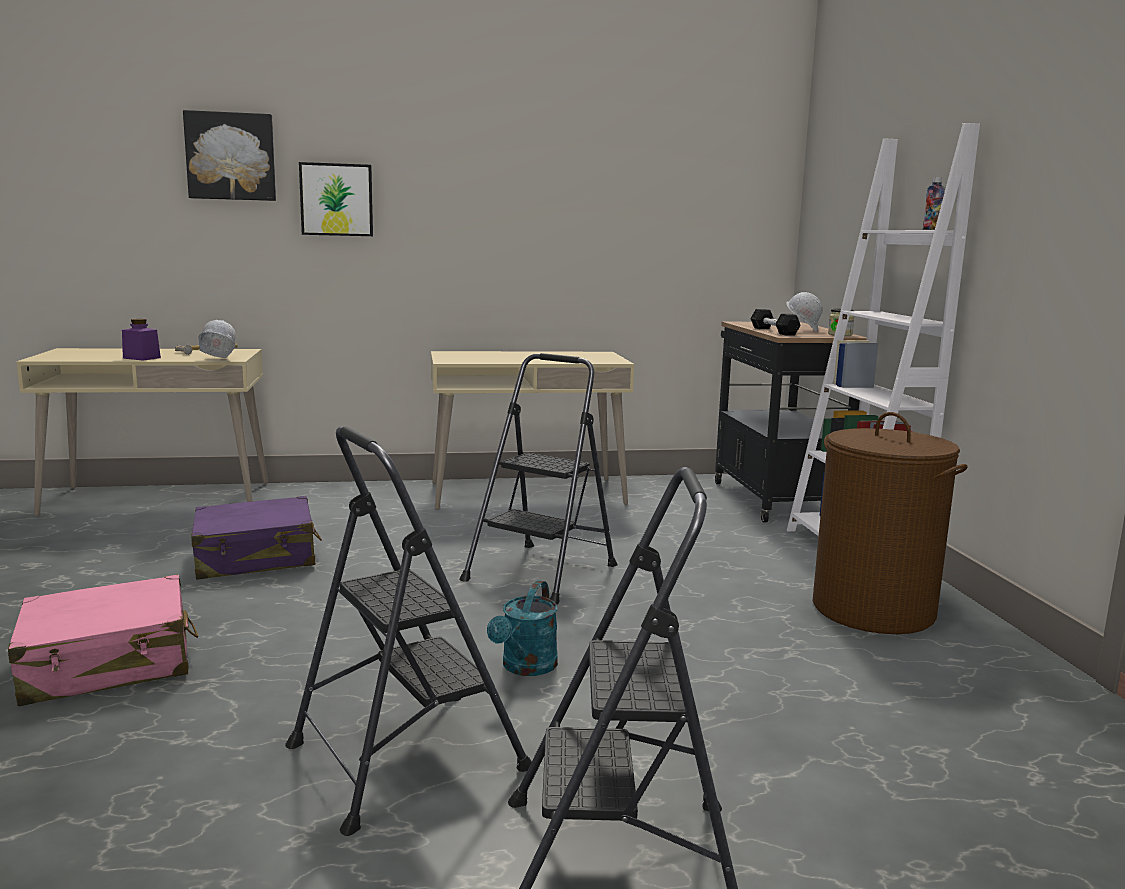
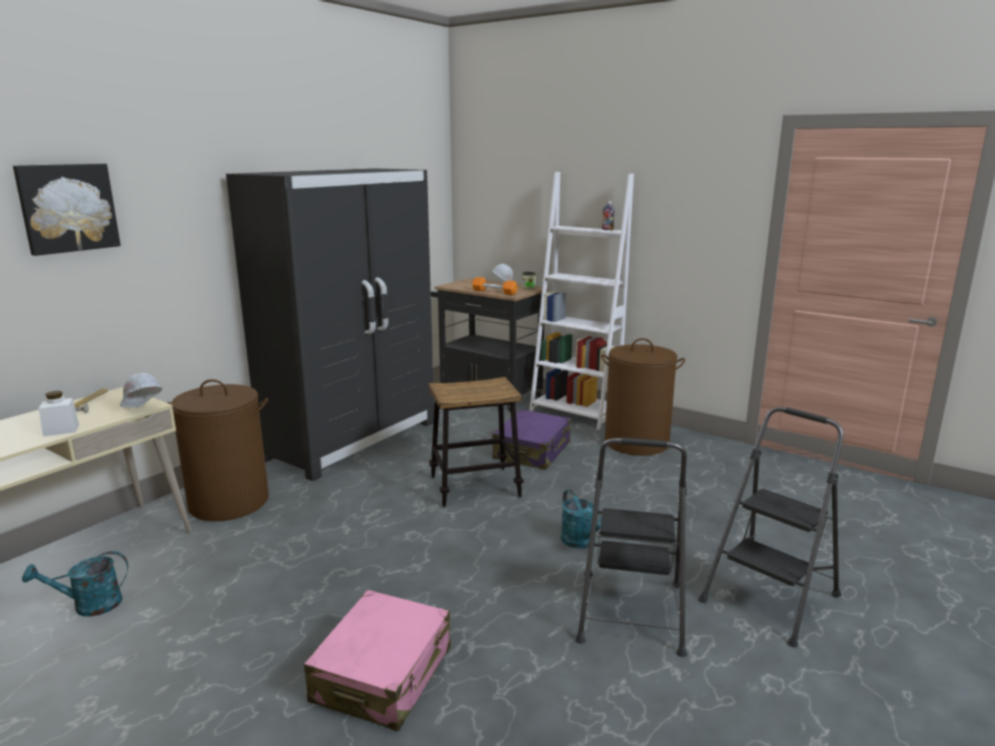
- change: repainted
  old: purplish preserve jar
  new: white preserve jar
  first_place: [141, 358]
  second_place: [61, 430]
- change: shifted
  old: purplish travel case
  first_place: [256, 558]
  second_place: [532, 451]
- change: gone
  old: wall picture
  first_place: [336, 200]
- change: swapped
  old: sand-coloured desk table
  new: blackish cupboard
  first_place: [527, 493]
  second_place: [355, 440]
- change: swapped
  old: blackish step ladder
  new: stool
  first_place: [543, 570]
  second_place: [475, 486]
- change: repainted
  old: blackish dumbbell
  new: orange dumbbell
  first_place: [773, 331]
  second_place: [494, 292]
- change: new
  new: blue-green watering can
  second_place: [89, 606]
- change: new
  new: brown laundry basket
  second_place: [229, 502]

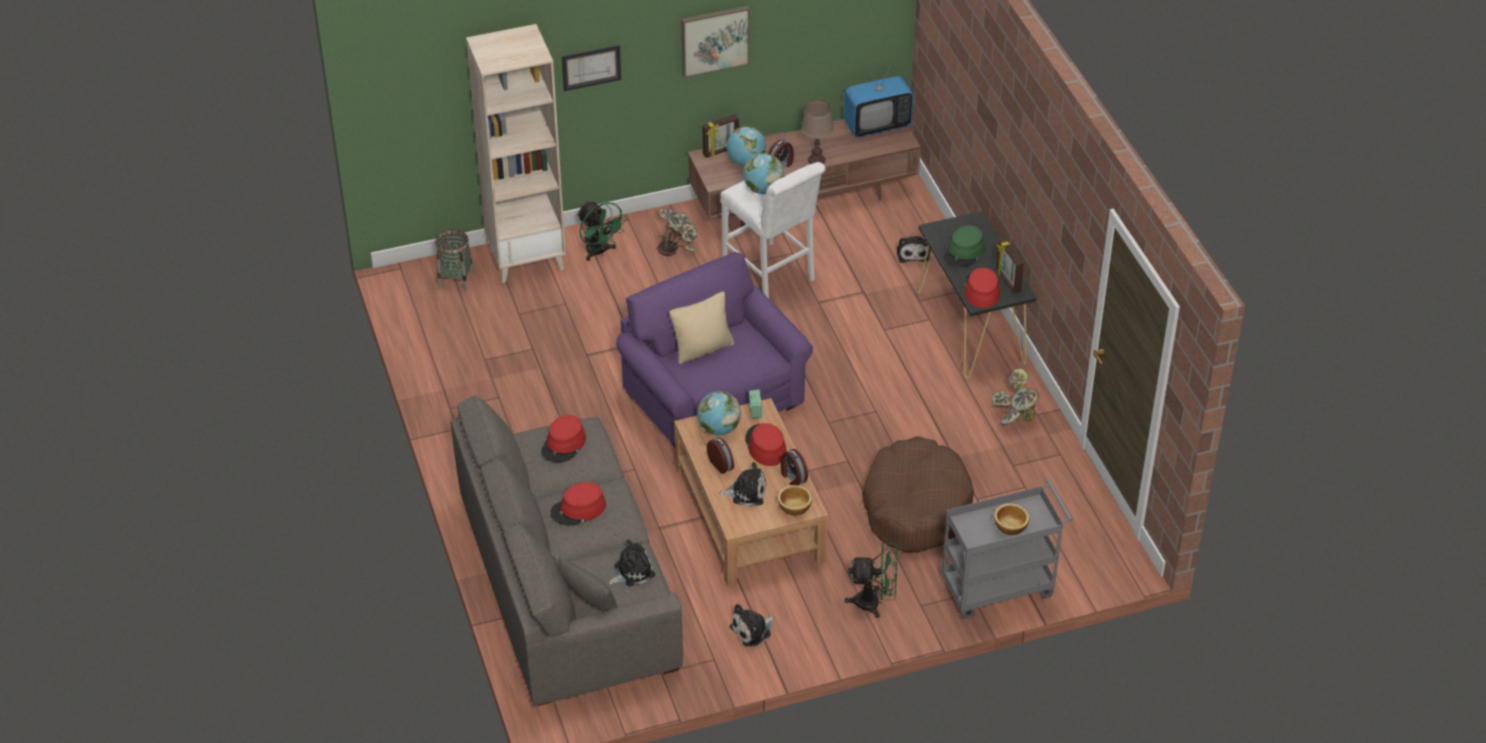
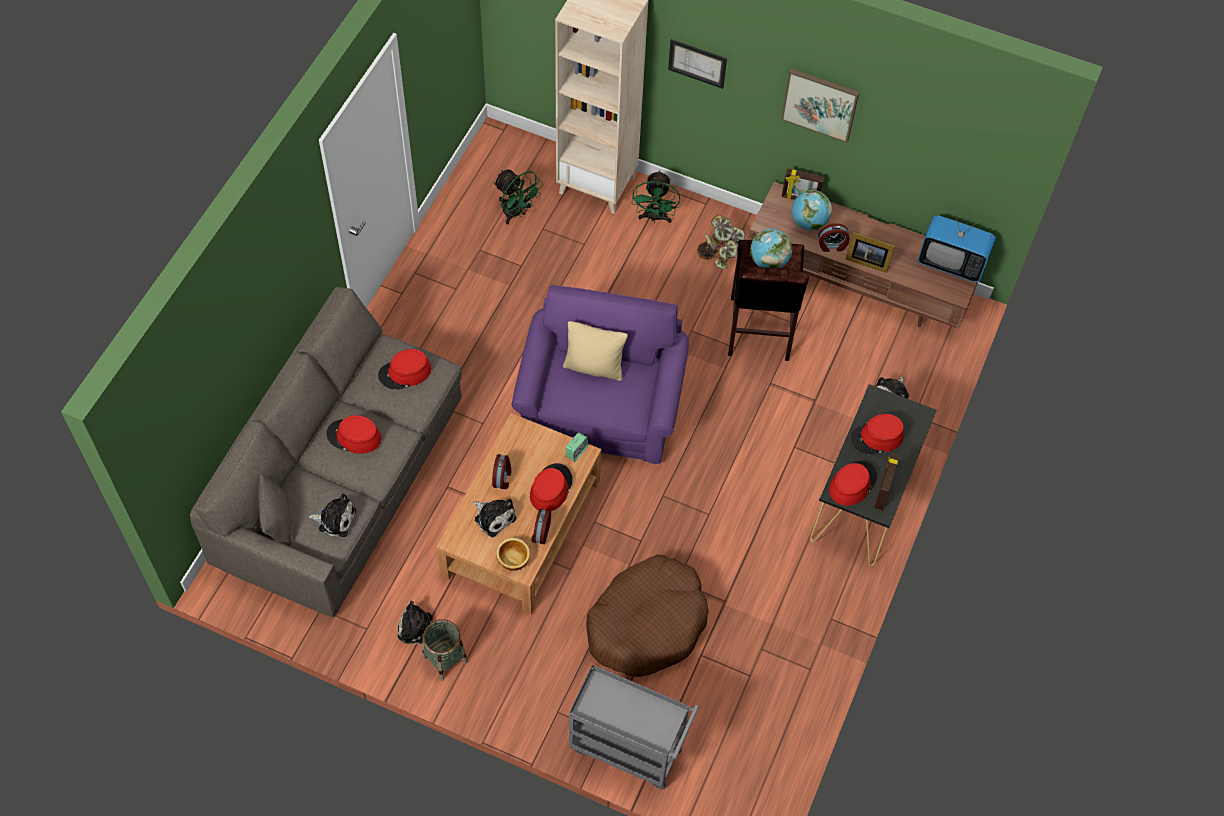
- change: shifted
  old: household basket
  first_place: [456, 279]
  second_place: [445, 659]
- change: gone
  old: globe
  first_place: [718, 429]
- change: repainted
  old: white stool
  new: brown stool
  first_place: [771, 276]
  second_place: [758, 333]
- change: swapped
  old: brown tabletop lamp
  new: photo frame
  first_place: [816, 160]
  second_place: [866, 260]
- change: shifted
  old: greenish cooling fan
  first_place: [874, 602]
  second_place: [516, 213]
- change: repainted
  old: greenish hat
  new: reddish hat
  first_place: [964, 252]
  second_place: [877, 437]
- change: gone
  old: houseplant
  first_place: [1014, 415]
- change: gone
  old: serving bowl
  first_place: [1009, 526]

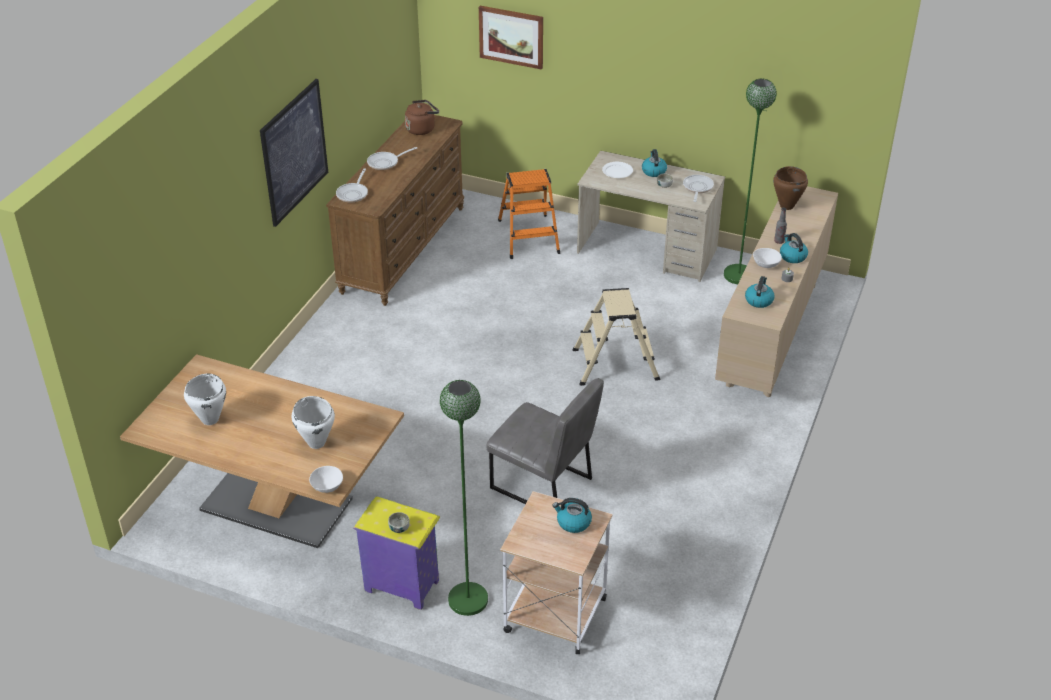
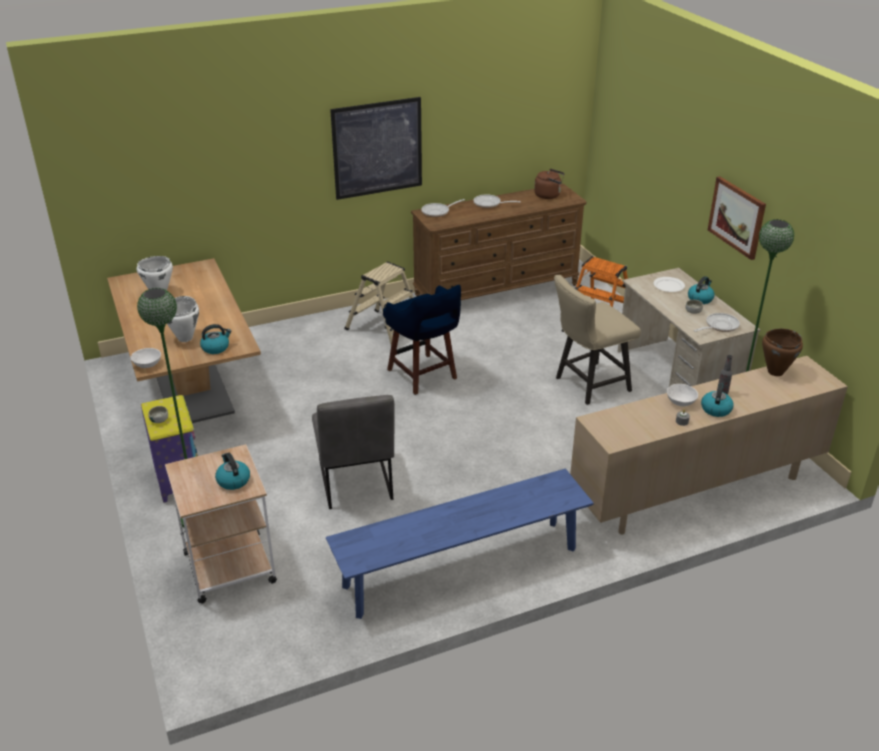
- change: shifted
  old: wall picture
  first_place: [511, 36]
  second_place: [737, 217]
- change: shifted
  old: sand-coloured step ladder
  first_place: [615, 364]
  second_place: [385, 330]
- change: shifted
  old: water kettle
  first_place: [759, 300]
  second_place: [216, 348]
- change: new
  new: blue-coloured long seat
  second_place: [461, 567]
- change: new
  new: blue-coloured stool
  second_place: [423, 376]
- change: new
  new: sand-coloured plain chair
  second_place: [588, 385]

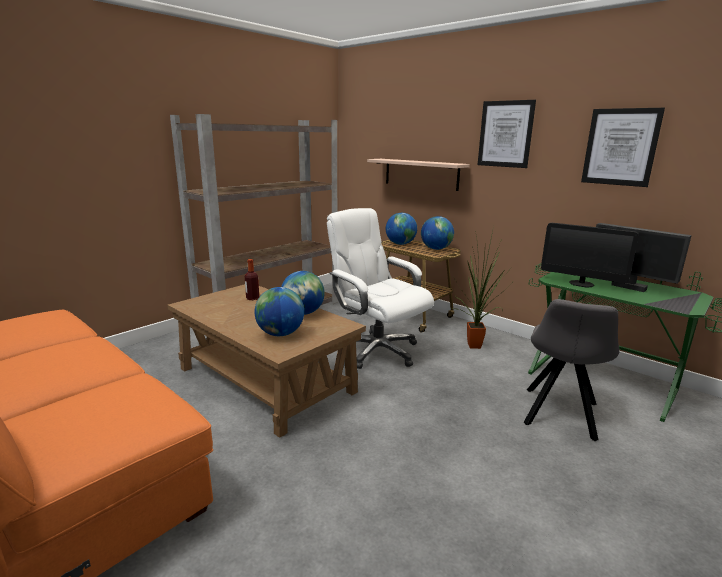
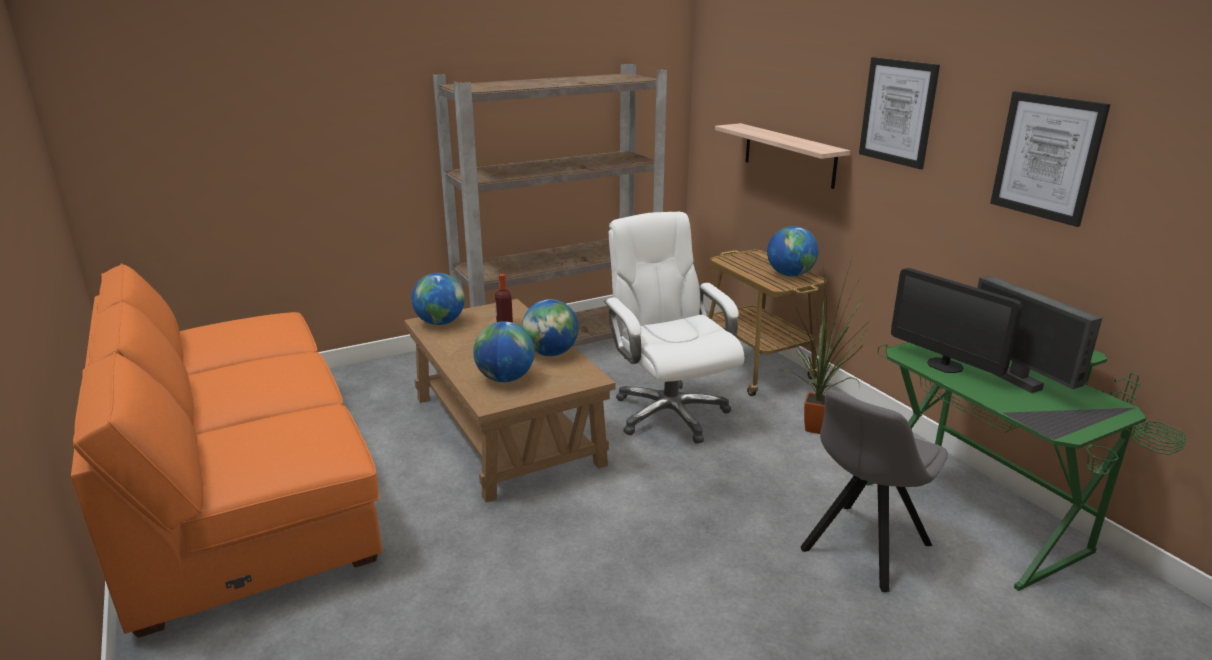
- change: shifted
  old: globe
  first_place: [400, 244]
  second_place: [440, 323]

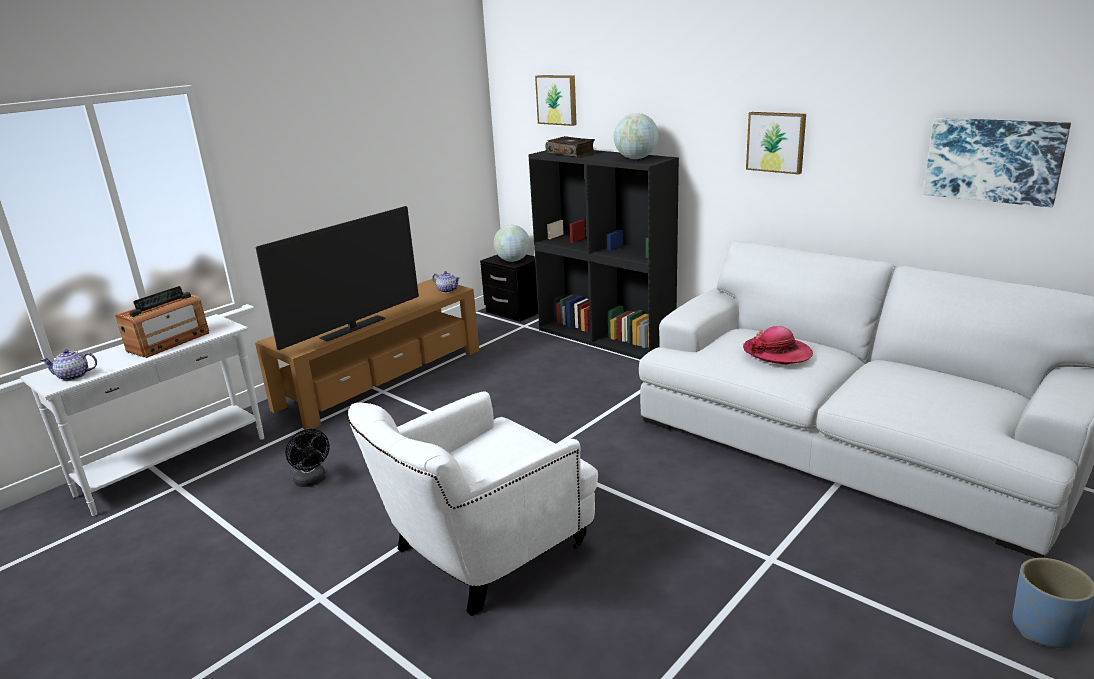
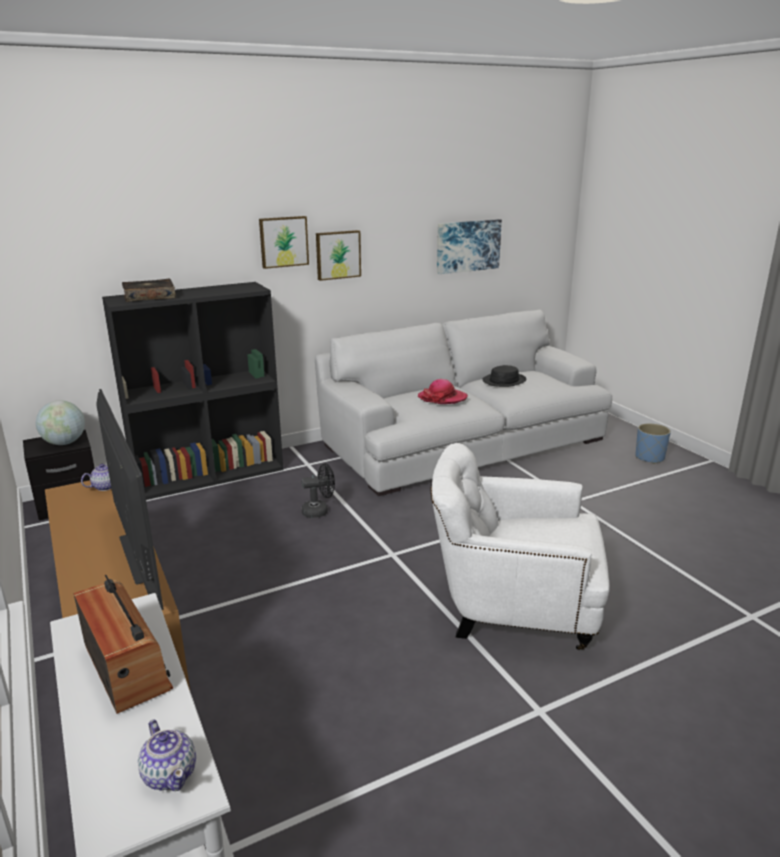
- change: rotated
  old: tea pot
  first_place: [74, 376]
  second_place: [170, 774]
  degrees: -45
- change: shifted
  old: blackish cooling fan
  first_place: [312, 481]
  second_place: [319, 511]
- change: rotated
  old: white easy chair
  first_place: [483, 551]
  second_place: [513, 606]
  degrees: 120
- change: shifted
  old: wall picture
  first_place: [557, 99]
  second_place: [283, 241]
- change: gone
  old: globe
  first_place: [636, 158]
- change: new
  new: blackish hat
  second_place: [504, 381]

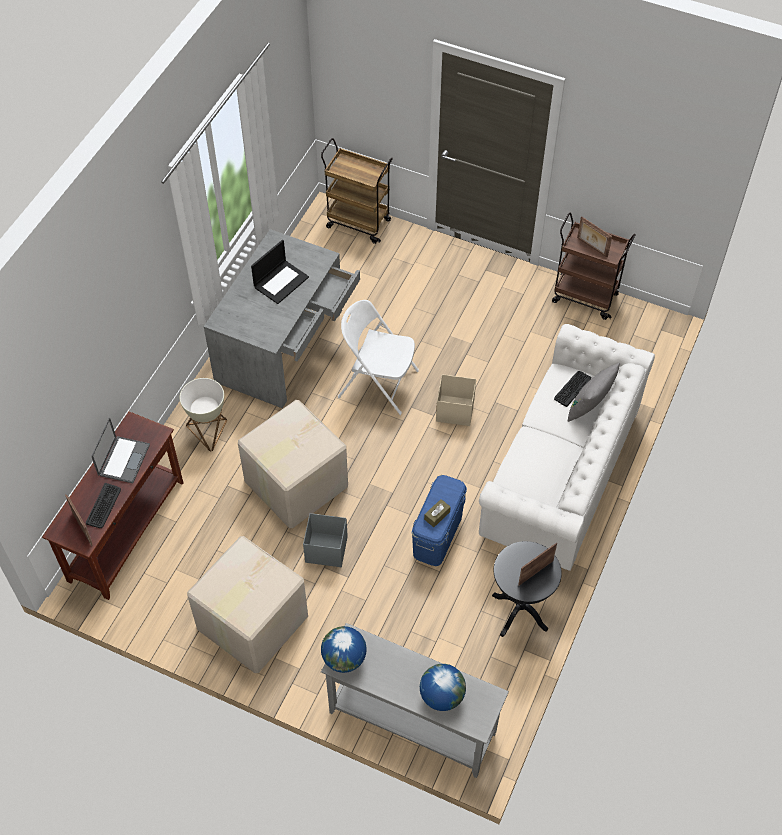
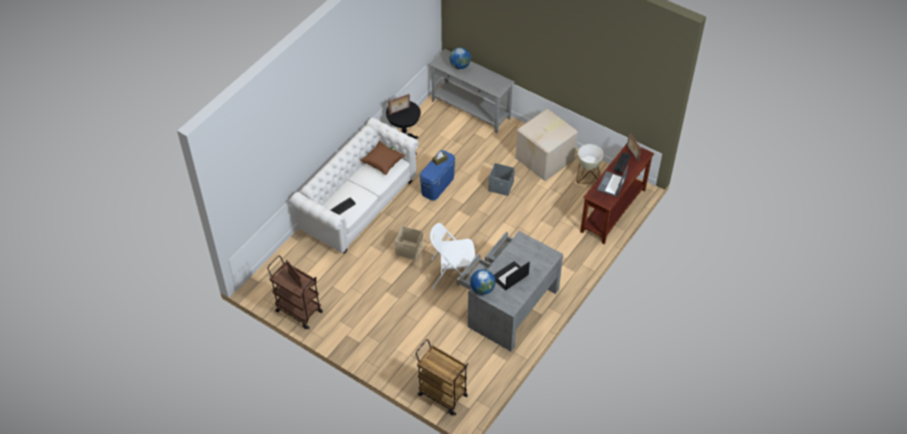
- change: shifted
  old: flower pot
  first_place: [209, 431]
  second_place: [587, 177]
- change: gone
  old: carton
  first_place: [294, 484]
- change: shifted
  old: globe
  first_place: [344, 658]
  second_place: [482, 289]
- change: rotated
  old: white plain chair
  first_place: [378, 383]
  second_place: [453, 273]
  degrees: 150
- change: gone
  old: greyish throw pillow
  first_place: [589, 407]
- change: new
  new: brown throw pillow
  second_place: [383, 162]

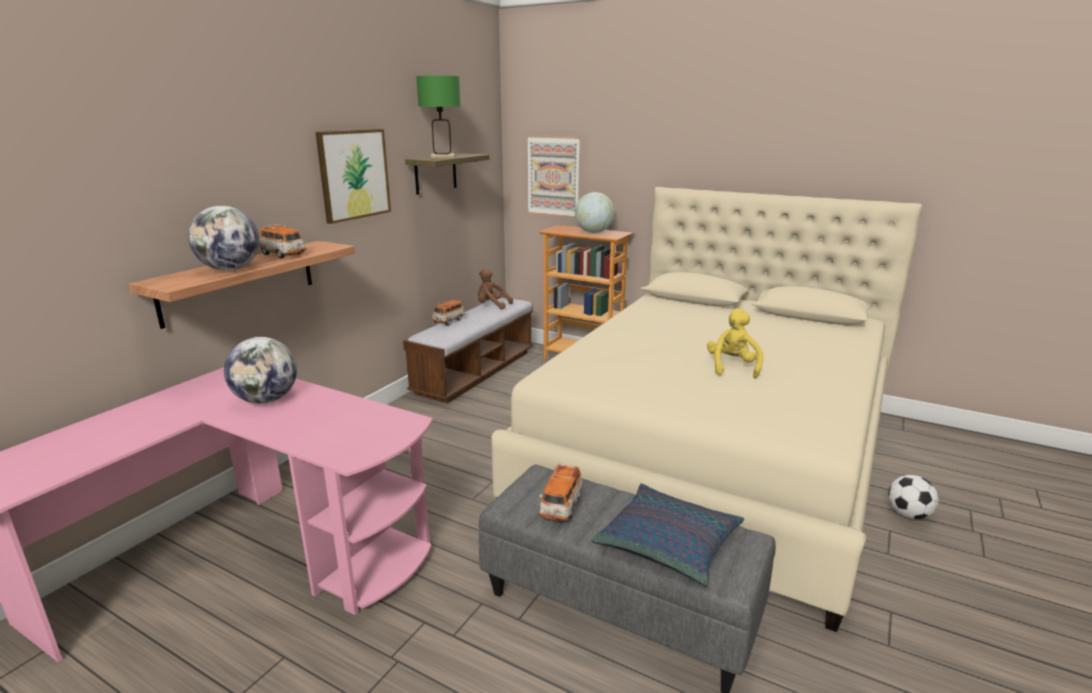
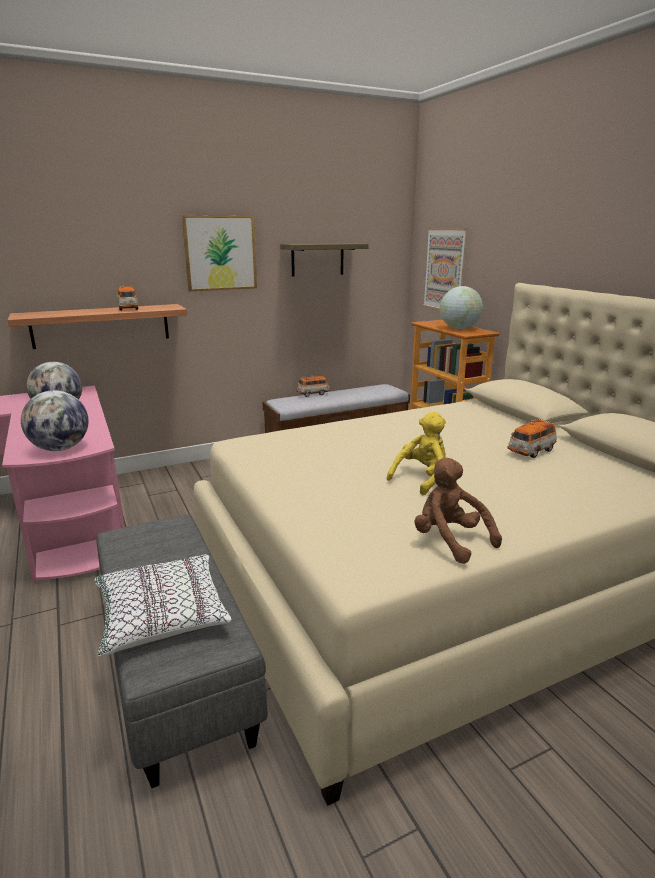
- change: shifted
  old: globe
  first_place: [230, 269]
  second_place: [60, 448]
- change: gone
  old: greenish tabletop lamp
  first_place: [442, 157]
- change: shifted
  old: brown plush toy
  first_place: [492, 306]
  second_place: [450, 540]
- change: shifted
  old: model car
  first_place: [561, 506]
  second_place: [531, 451]
- change: repainted
  old: blue-coloured throw pillow
  new: white throw pillow
  first_place: [668, 544]
  second_place: [162, 614]
- change: gone
  old: football
  first_place: [908, 515]

